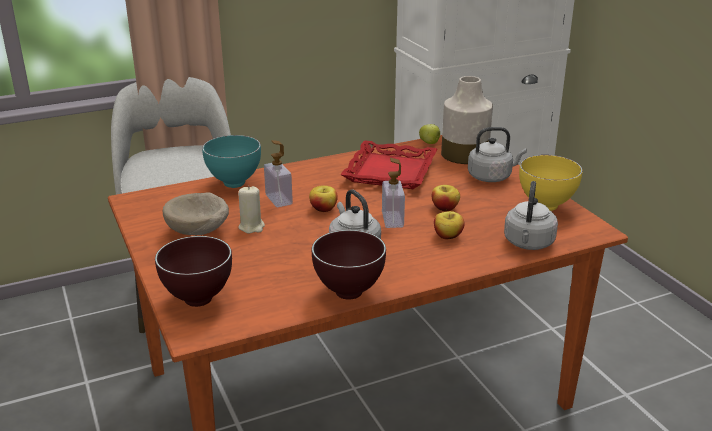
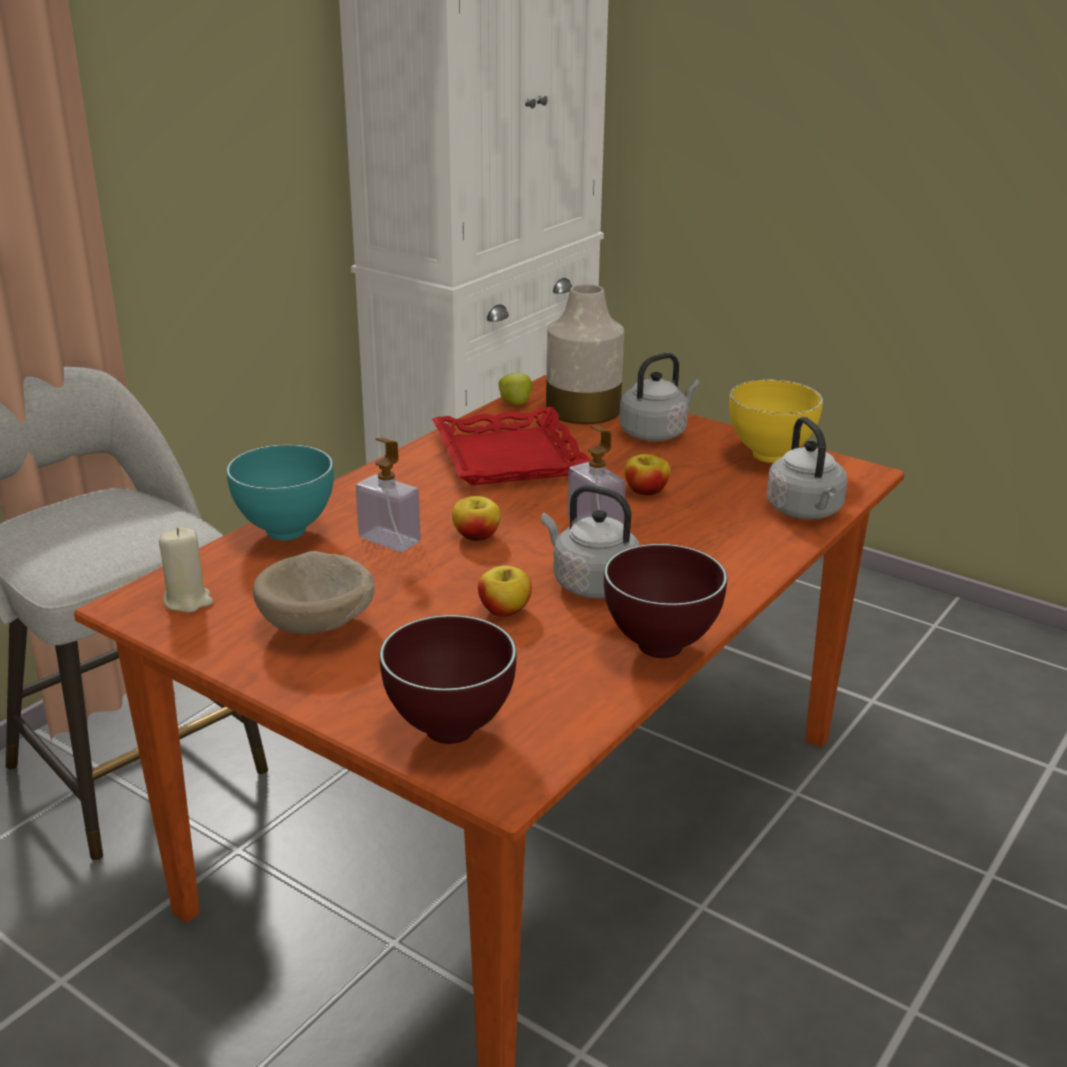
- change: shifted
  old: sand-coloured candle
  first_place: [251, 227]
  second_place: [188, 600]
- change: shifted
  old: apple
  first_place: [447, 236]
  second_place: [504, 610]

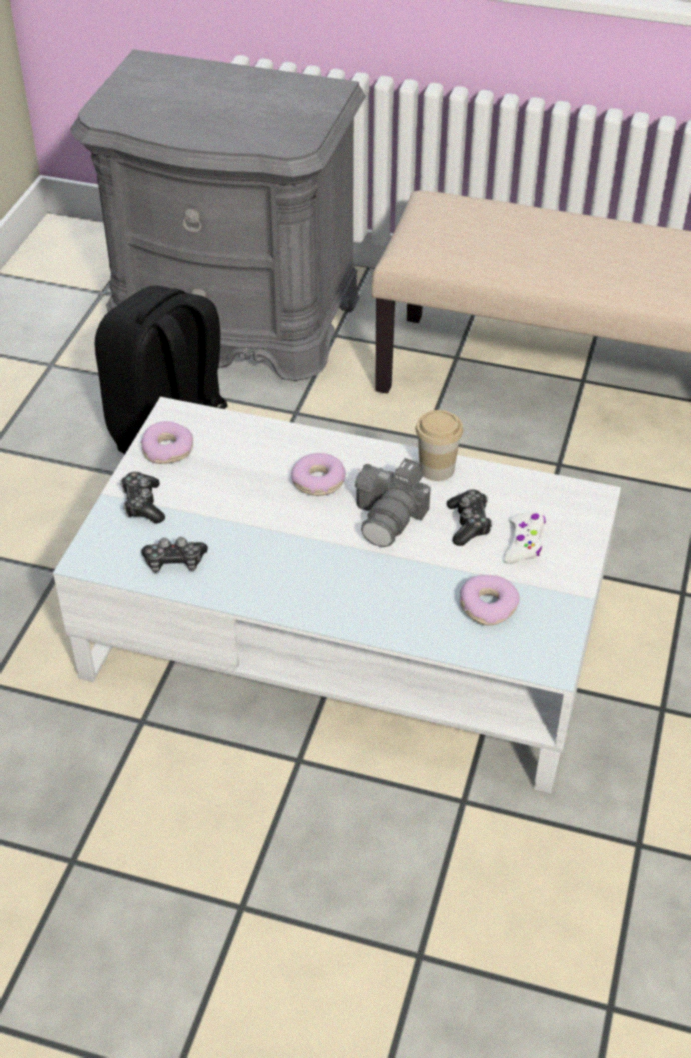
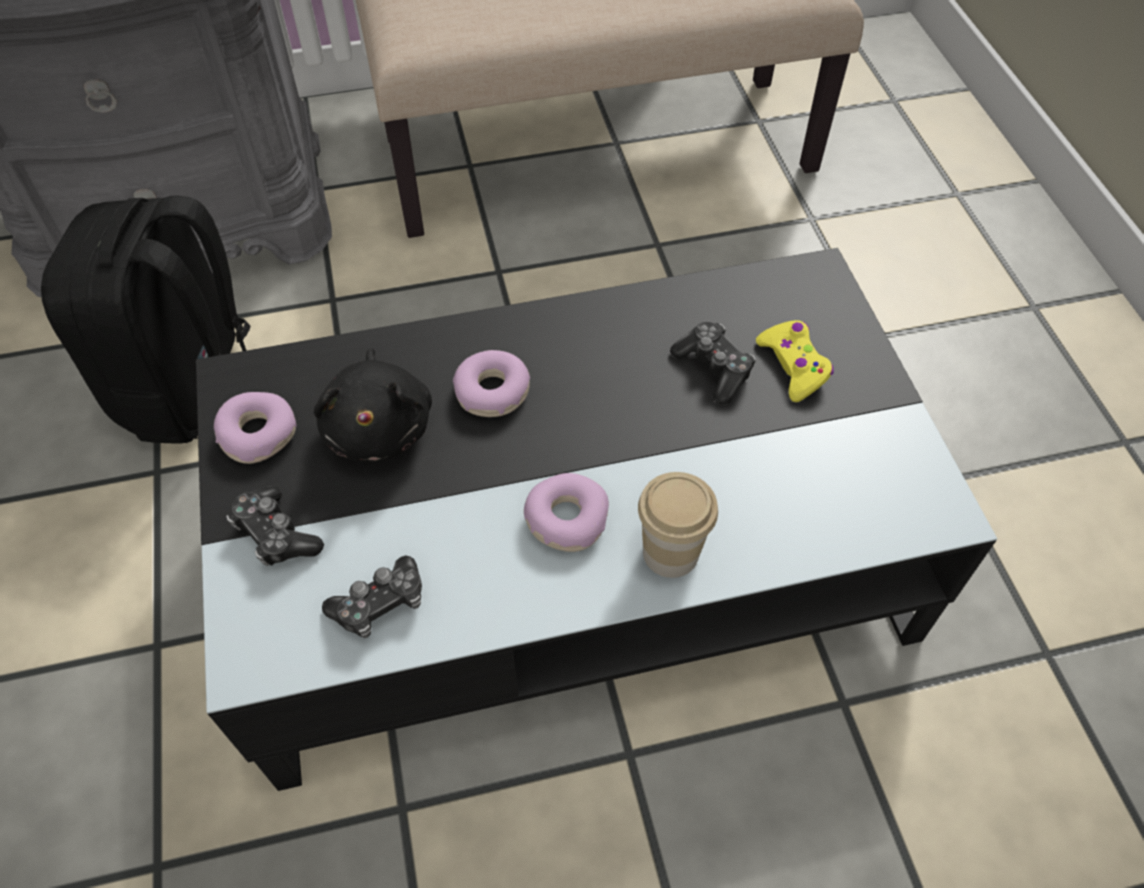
- change: repainted
  old: white low table
  new: blackish low table
  first_place: [345, 634]
  second_place: [572, 555]
- change: gone
  old: still camera
  first_place: [390, 516]
- change: shifted
  old: drinking cup
  first_place: [436, 469]
  second_place: [670, 552]
- change: shifted
  old: doughnut
  first_place: [487, 606]
  second_place: [566, 519]
- change: repainted
  old: white joypad
  new: yellowish joypad
  first_place: [524, 543]
  second_place: [793, 366]
- change: new
  new: blackish plush toy
  second_place: [379, 427]

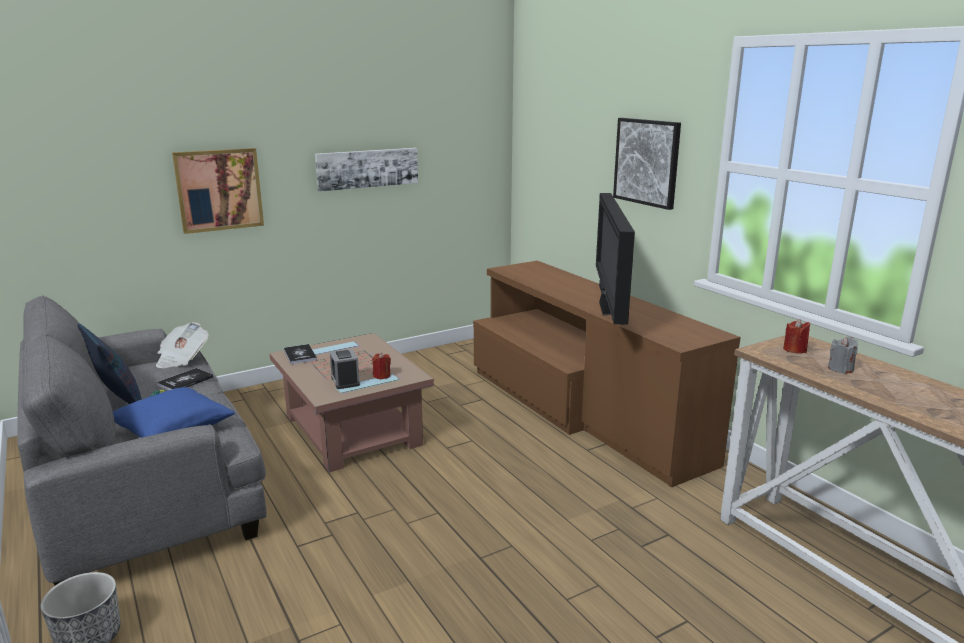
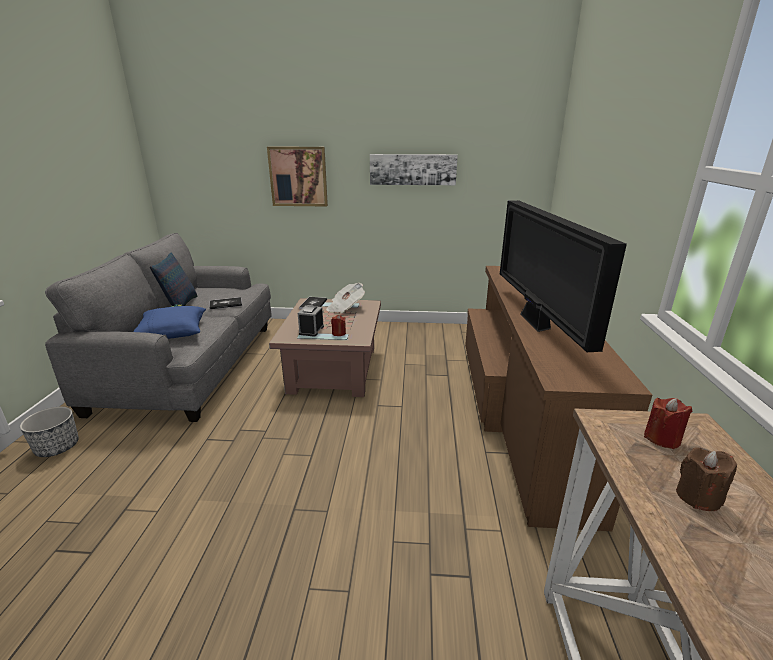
- change: shifted
  old: daily paper
  first_place: [182, 359]
  second_place: [345, 308]
- change: rotated
  old: television
  first_place: [607, 309]
  second_place: [535, 323]
  degrees: -45
- change: gone
  old: wall picture
  first_place: [647, 162]
- change: repainted
  old: greyish candle
  new: brown candle
  first_place: [840, 369]
  second_place: [698, 497]

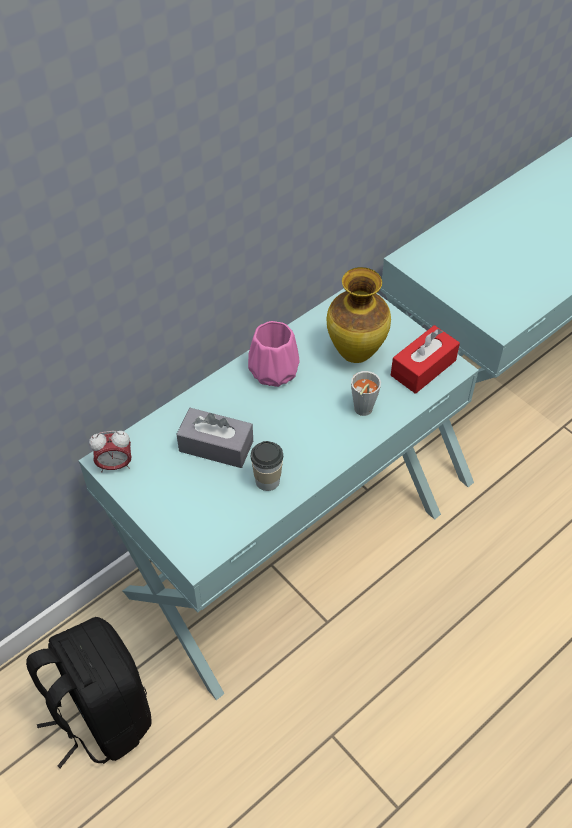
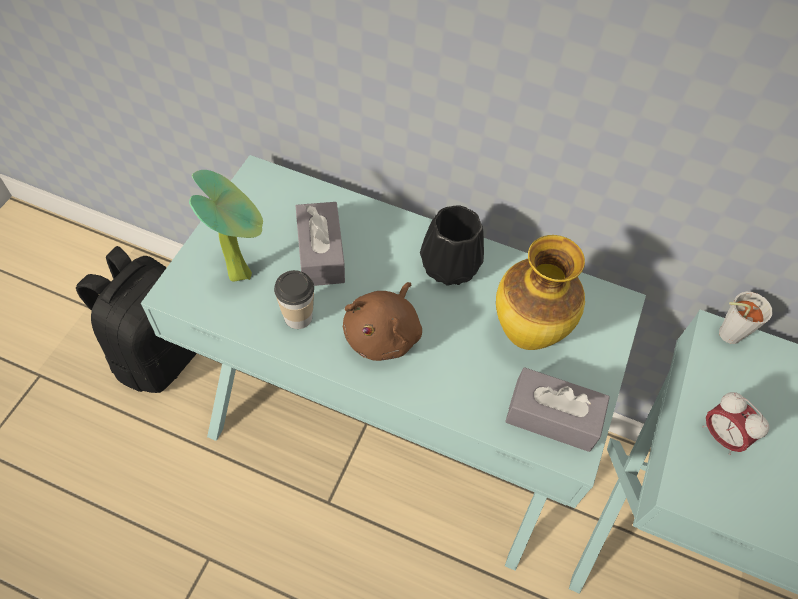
- change: shifted
  old: table clock
  first_place: [115, 465]
  second_place: [721, 436]
- change: repainted
  old: pink decorative vase
  new: blackish decorative vase
  first_place: [273, 370]
  second_place: [450, 264]
- change: shifted
  old: greyish drinking cup
  first_place: [361, 411]
  second_place: [724, 333]
- change: repainted
  old: reddish tissue holder
  new: greyish tissue holder
  first_place: [423, 368]
  second_place: [552, 417]
- change: new
  new: houseplant
  second_place: [243, 271]
- change: new
  new: brown plush toy
  second_place: [384, 333]

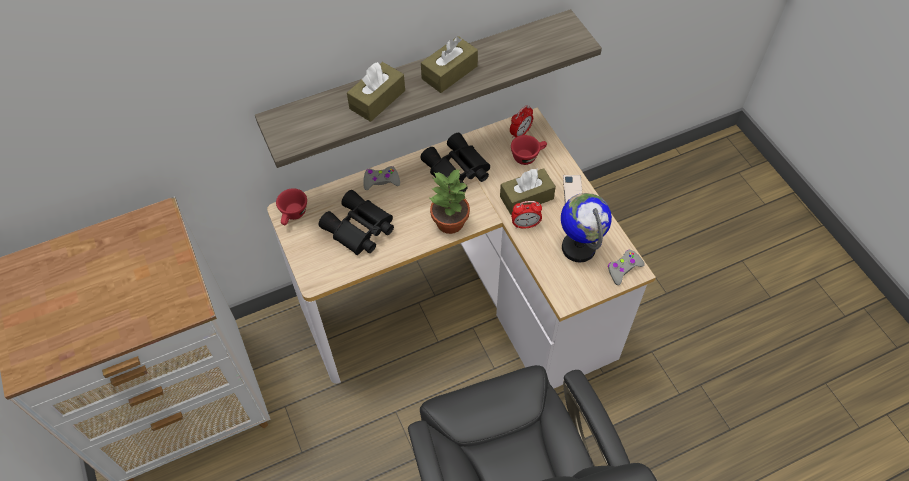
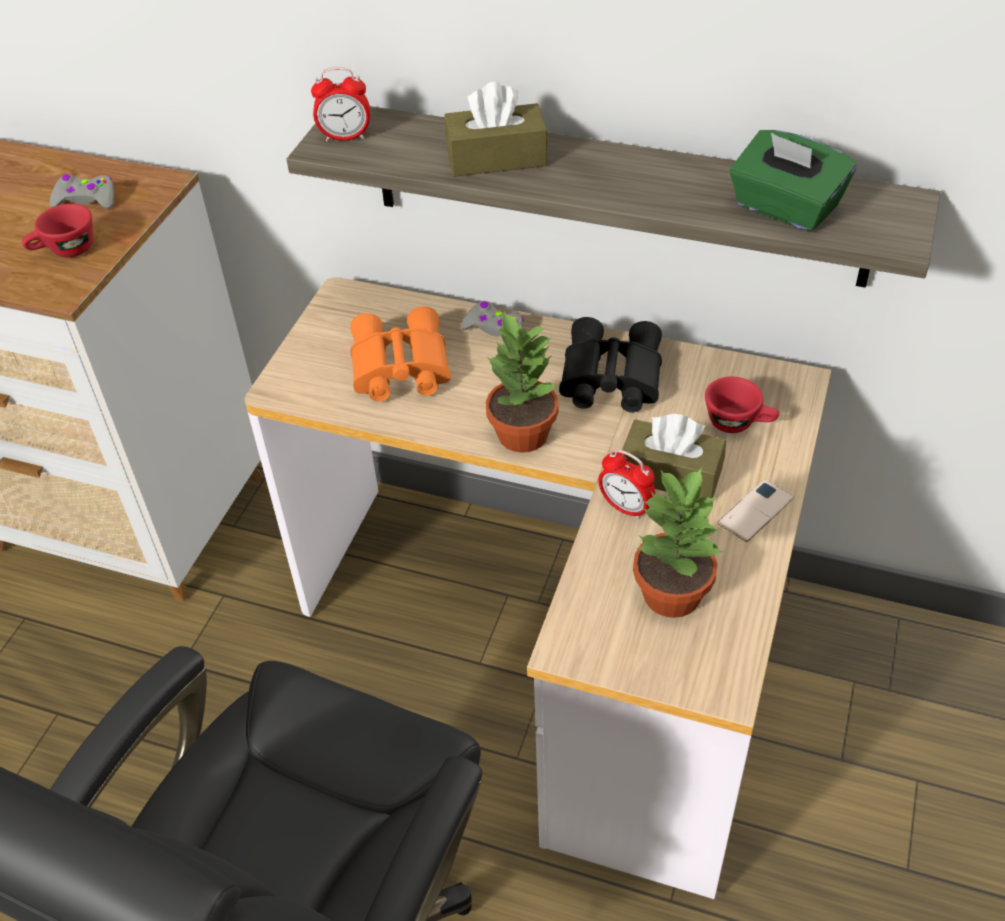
- change: shifted
  old: reddish drinking cup
  first_place: [293, 215]
  second_place: [65, 251]
- change: repainted
  old: blackish field glasses
  new: orange field glasses
  first_place: [359, 230]
  second_place: [398, 368]
- change: gone
  old: brown tissue holder
  first_place: [449, 72]
- change: shifted
  old: table clock
  first_place: [520, 133]
  second_place: [345, 137]
- change: swapped
  old: globe
  new: houseplant
  first_place: [578, 247]
  second_place: [672, 593]
- change: shifted
  old: greyish joypad
  first_place: [623, 269]
  second_place: [86, 200]
- change: new
  new: greenish tissue holder
  second_place: [785, 208]

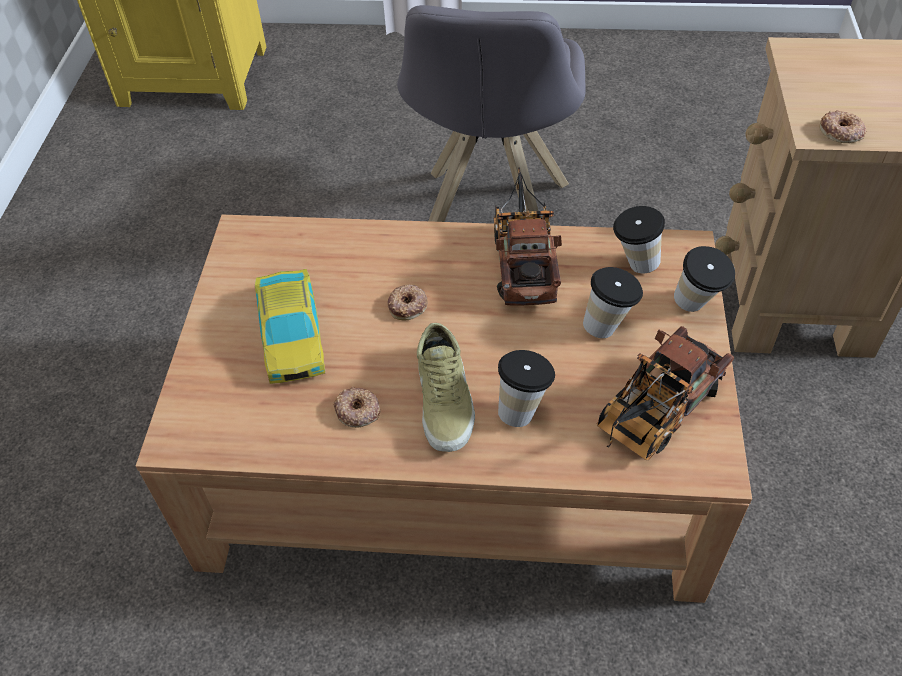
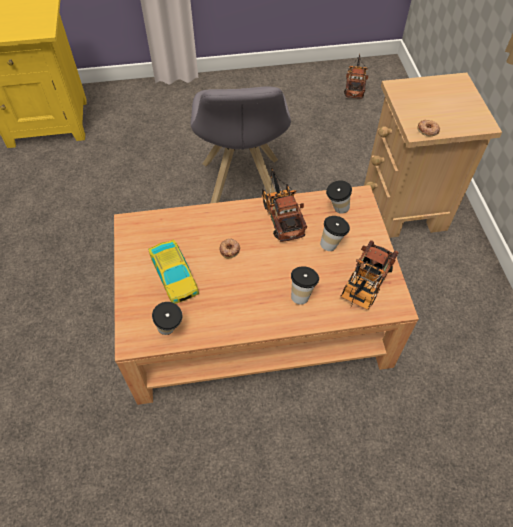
- change: gone
  old: doughnut
  first_place: [357, 411]
- change: gone
  old: sand-coloured item of footwear
  first_place: [446, 399]
- change: shifted
  old: drinking cup
  first_place: [697, 307]
  second_place: [170, 330]
- change: new
  new: toy truck
  second_place: [355, 85]

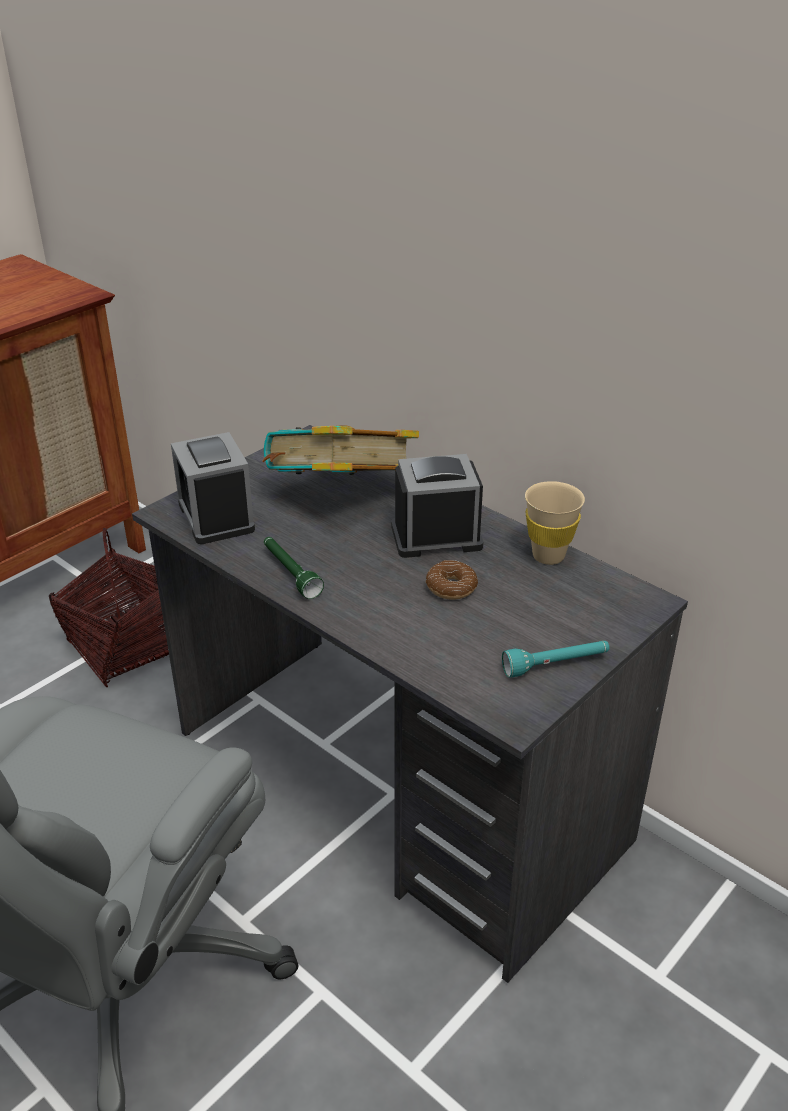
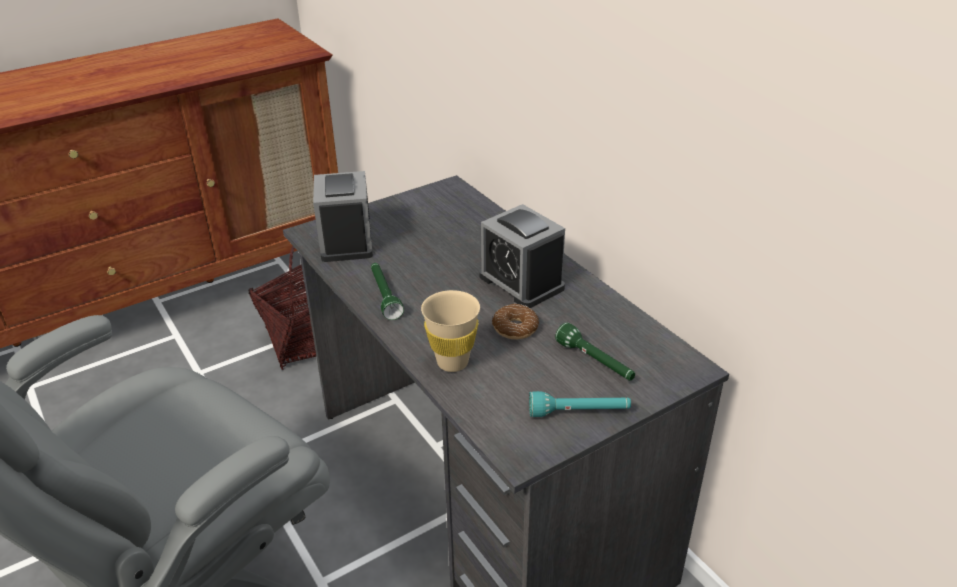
- change: gone
  old: bound book
  first_place: [341, 497]
- change: rotated
  old: table clock
  first_place: [436, 536]
  second_place: [521, 282]
  degrees: -135
- change: shifted
  old: sand-coloured drinking cup
  first_place: [548, 556]
  second_place: [452, 362]
- change: new
  new: greenish flashlight
  second_place: [595, 362]

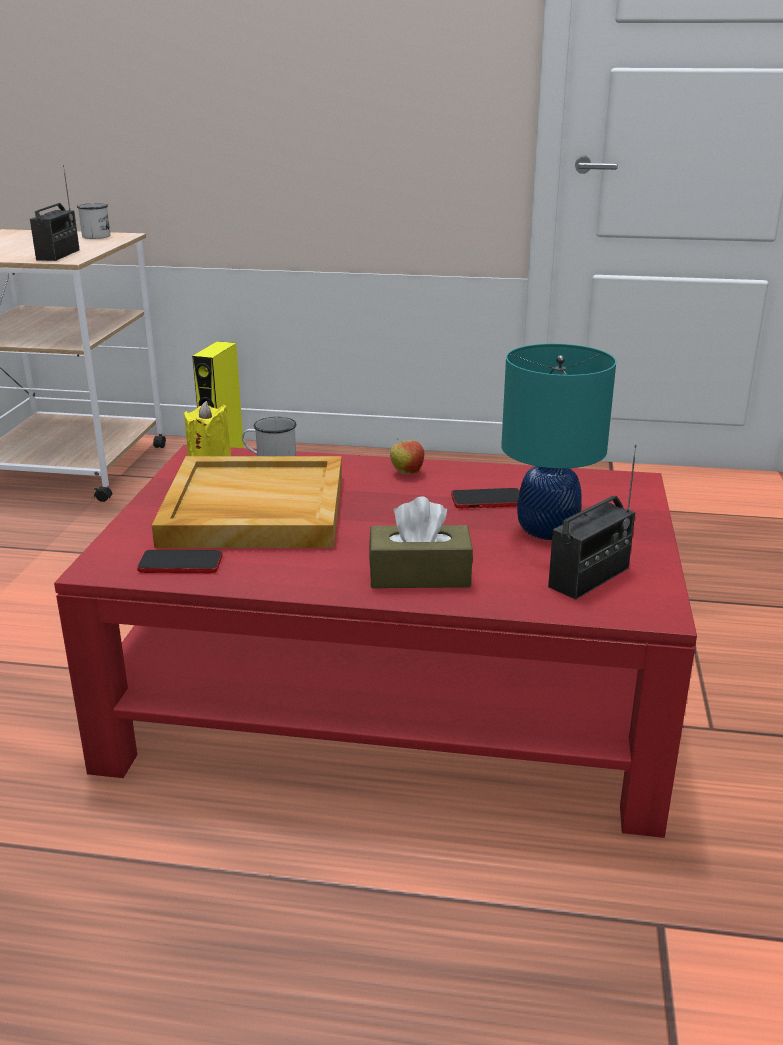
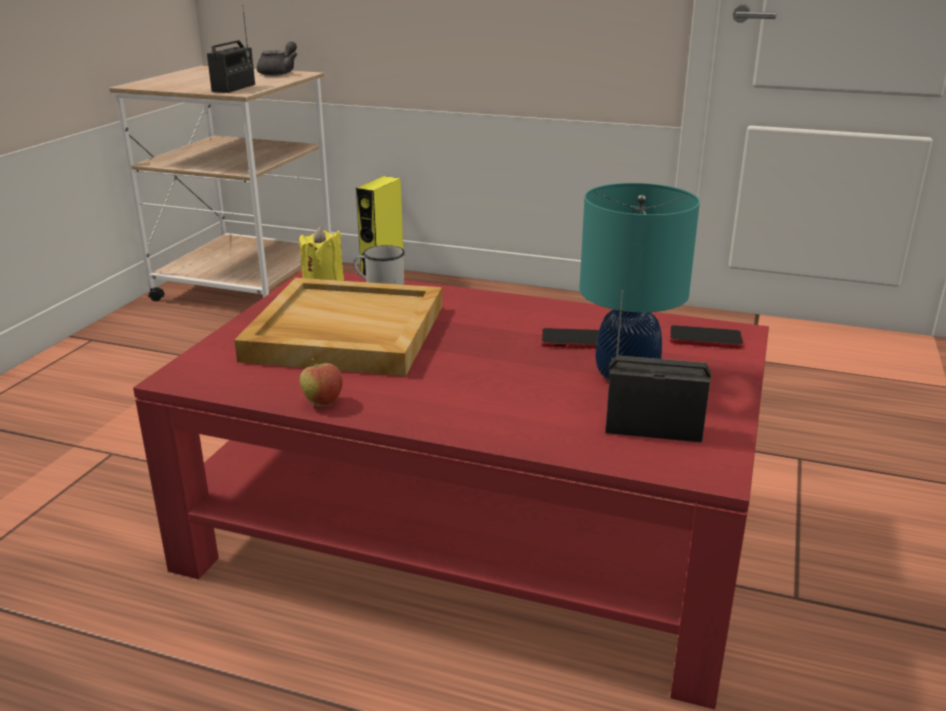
- change: swapped
  old: white mug
  new: greyish tea pot
  first_place: [98, 235]
  second_place: [279, 73]
- change: shifted
  old: telephone
  first_place: [180, 563]
  second_place: [705, 339]
- change: gone
  old: brown tissue holder
  first_place: [419, 575]
- change: shifted
  old: apple
  first_place: [406, 473]
  second_place: [322, 403]
- change: rotated
  old: radio set
  first_place: [589, 578]
  second_place: [653, 428]
  degrees: -135

